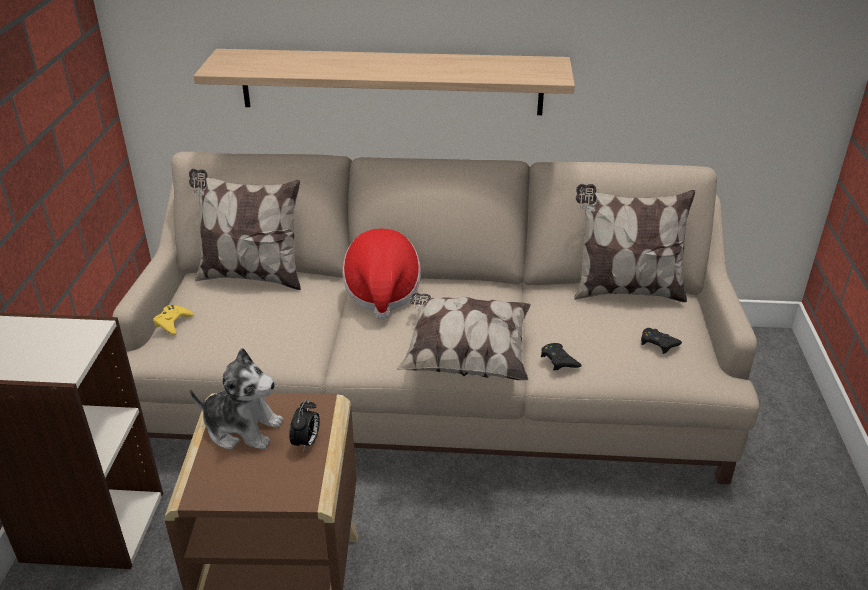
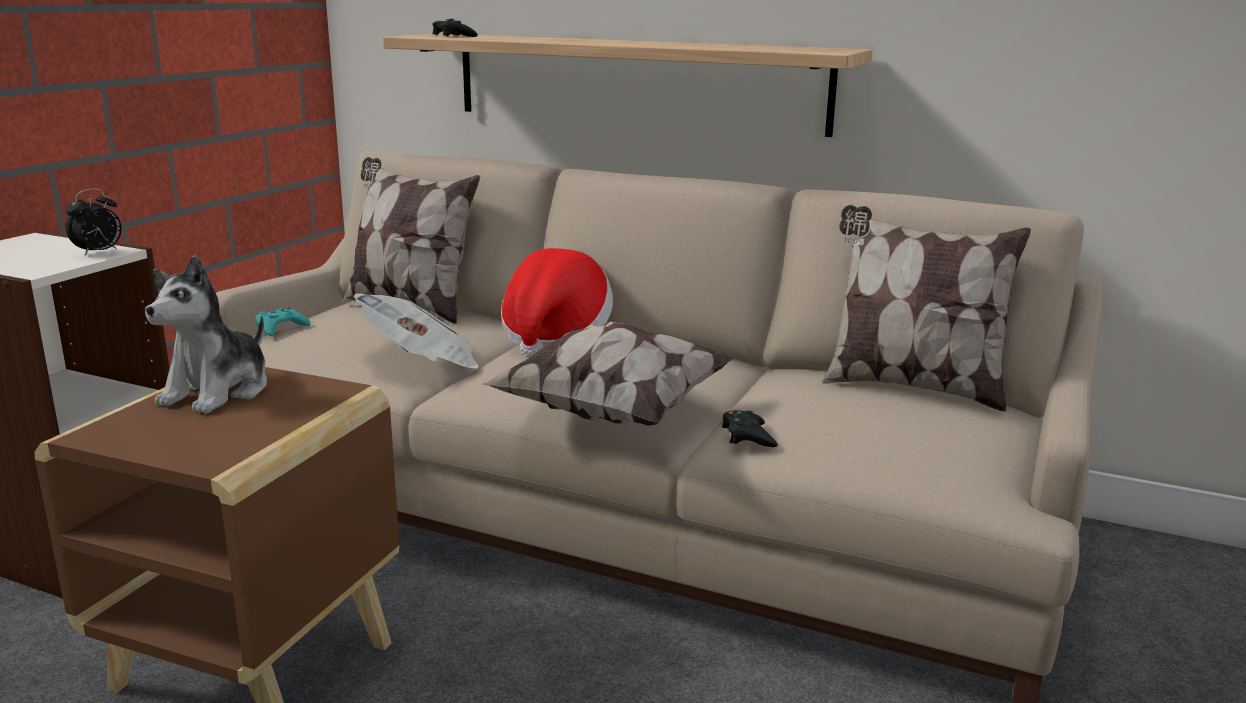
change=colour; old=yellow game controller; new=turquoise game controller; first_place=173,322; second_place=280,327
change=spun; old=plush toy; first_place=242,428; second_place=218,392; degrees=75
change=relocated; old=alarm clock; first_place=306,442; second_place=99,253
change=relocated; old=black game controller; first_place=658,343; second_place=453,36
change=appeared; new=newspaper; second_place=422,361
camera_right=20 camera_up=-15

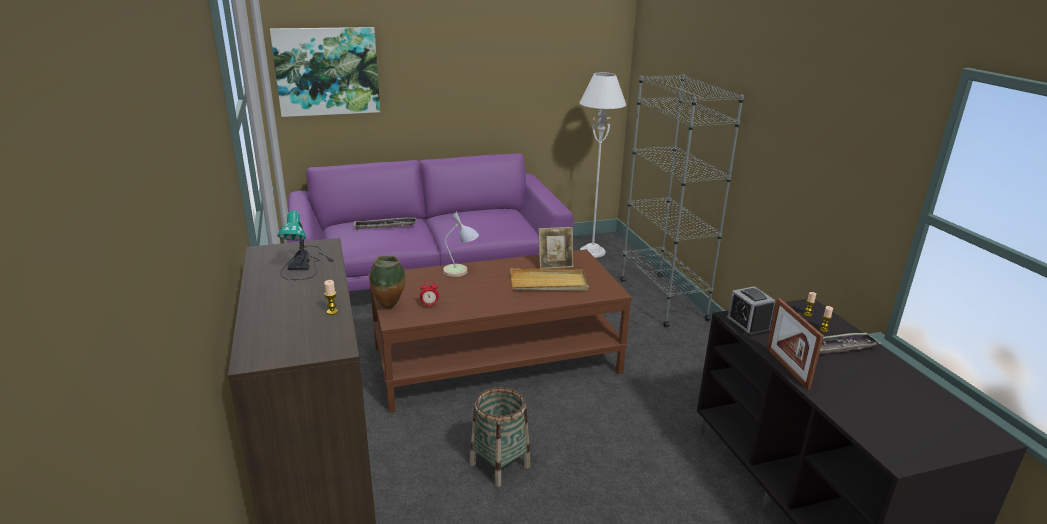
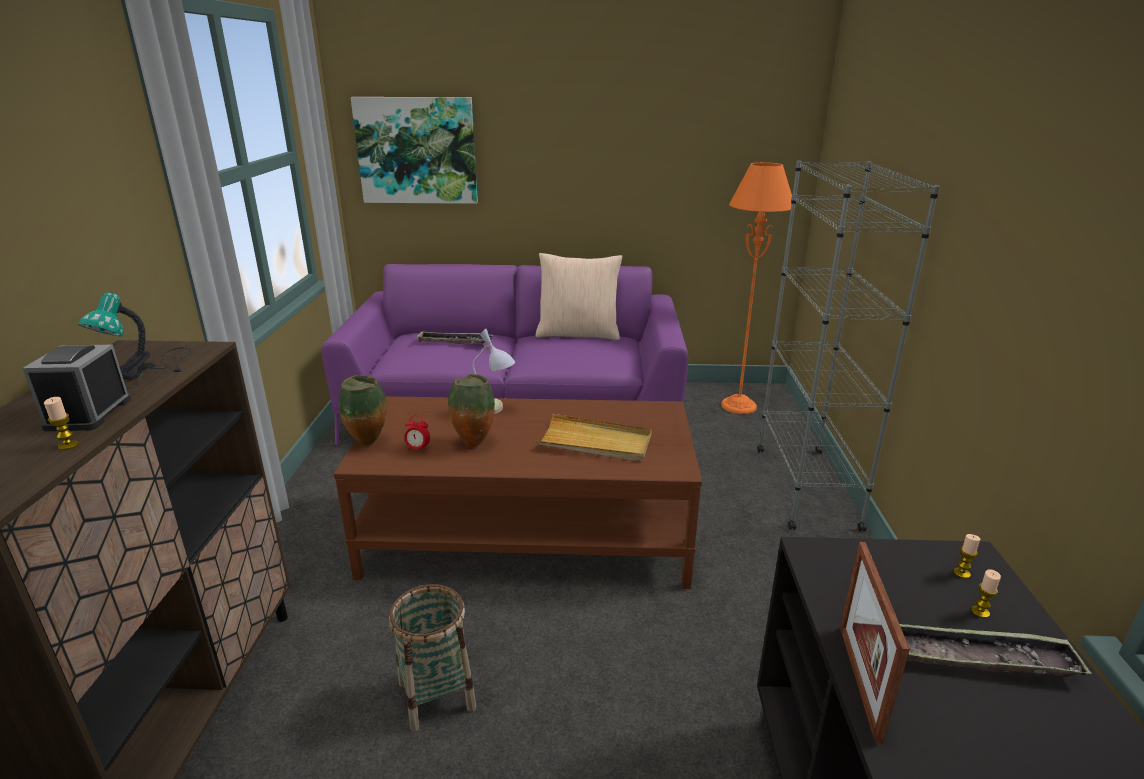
change=missing; old=picture frame; first_place=555,265
change=colour; old=grey floor lamp; new=orange floor lamp; first_place=592,252; second_place=738,406
change=relocated; old=alarm clock; first_place=747,325; second_place=89,413
change=appeared; new=vase; second_place=473,443
change=appeared; new=beige pillow; second_place=578,334
camera_right=20 camera_up=0

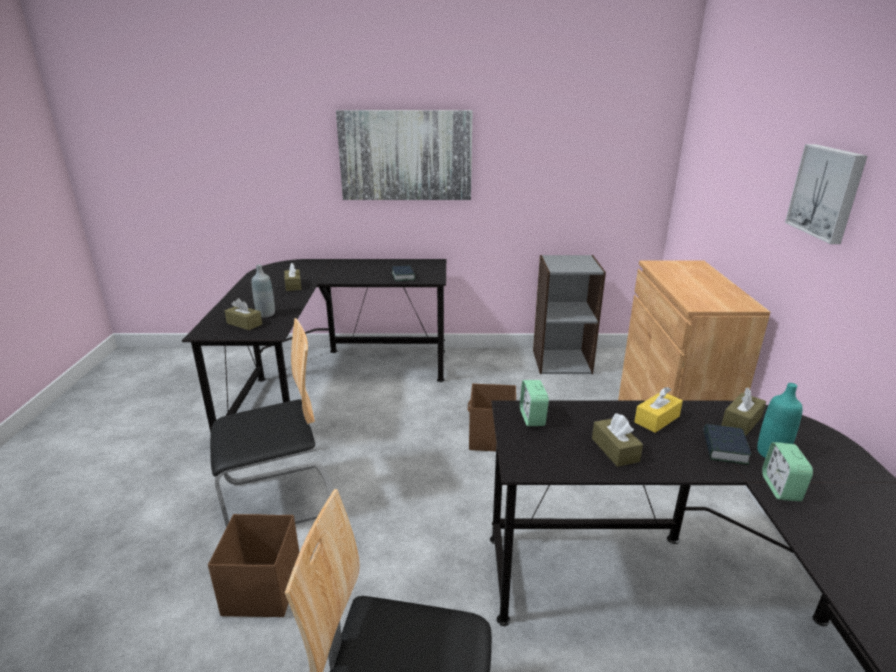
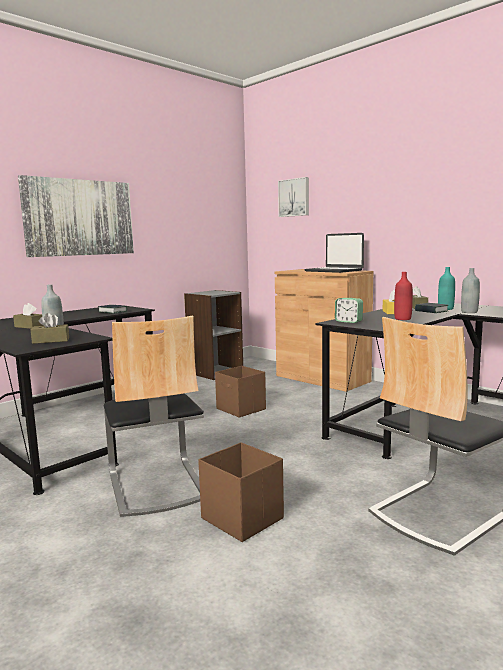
change=spun; old=chair; first_place=279,498; second_place=156,485; degrees=135
change=exchanged; old=brown tissue box; new=red bottle; first_place=615,450; second_place=402,319
change=exchanged; old=alarm clock; new=grey bottle; first_place=780,488; second_place=469,312
change=relocated; old=picture; first_place=827,192; second_place=294,197
change=appeared; new=laptop; second_place=334,271
camera_right=-45 camera_up=-15

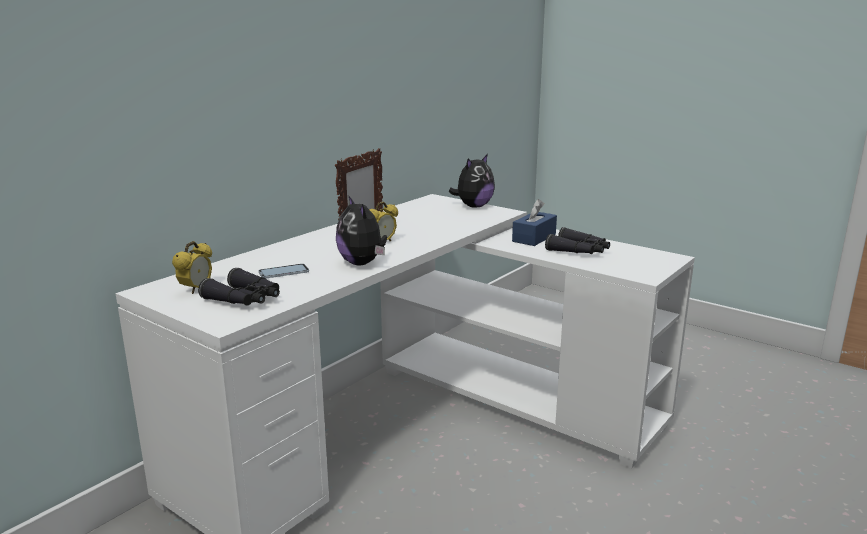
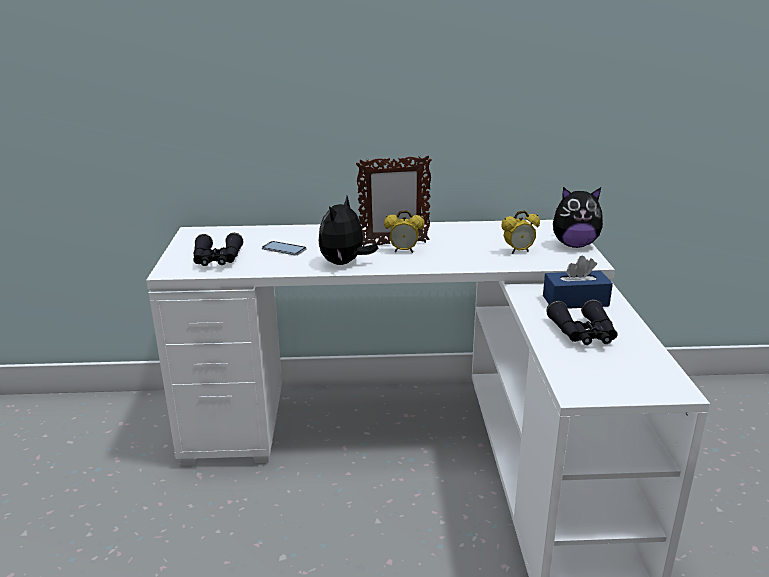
change=relocated; old=alarm clock; first_place=196,290; second_place=518,251
camera_right=50 camera_up=5

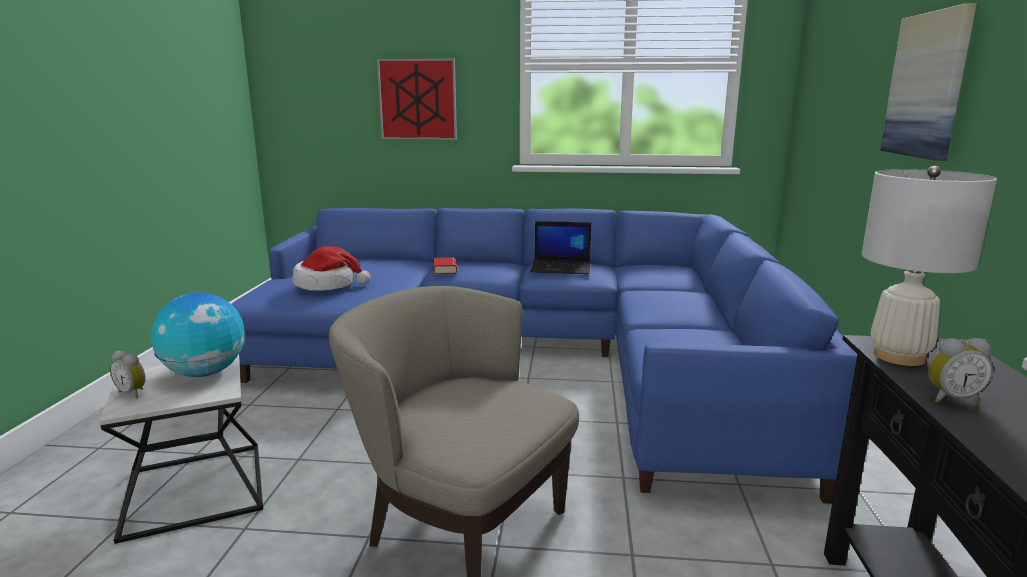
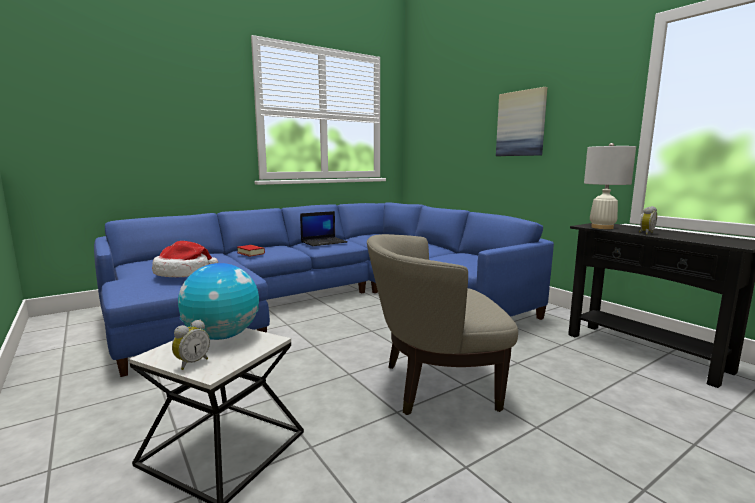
change=spun; old=alarm clock; first_place=133,393; second_place=191,363; degrees=-45
change=missing; old=picture; first_place=417,99
camera_right=-40 camera_up=-5

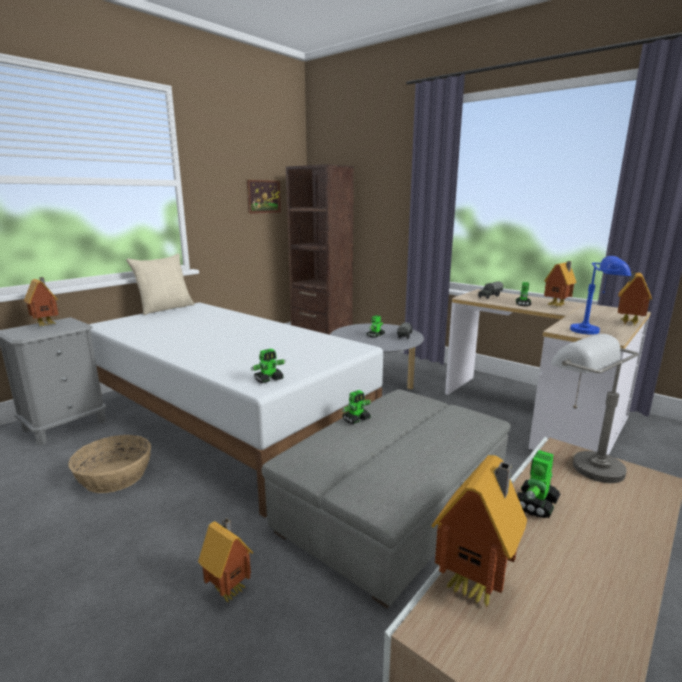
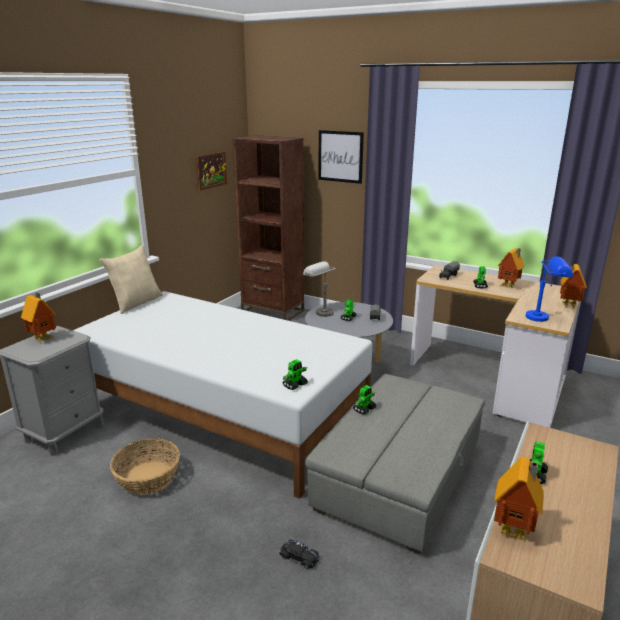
change=exchanged; old=toy house; new=black toy car; first_place=230,589; second_place=299,557
change=relocated; old=grey table lamp; first_place=580,462; second_place=319,311
change=appeared; new=picture; second_place=340,156
camera_right=-10 camera_up=5

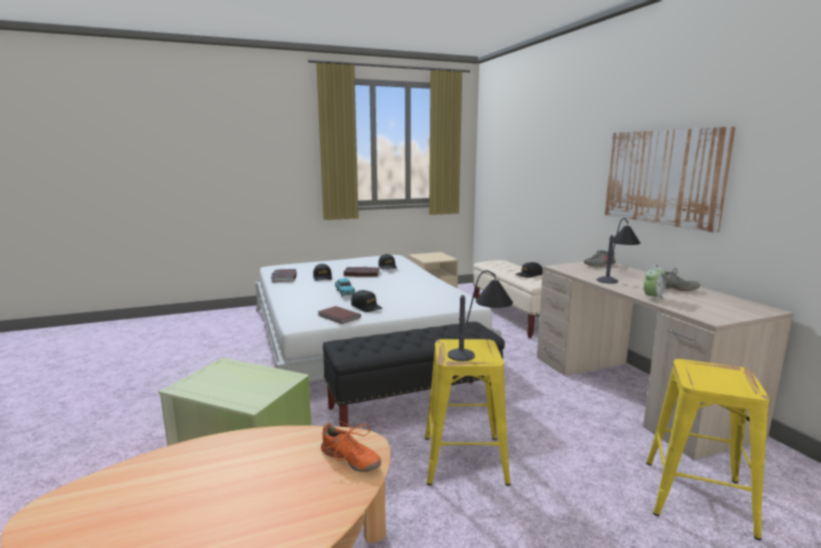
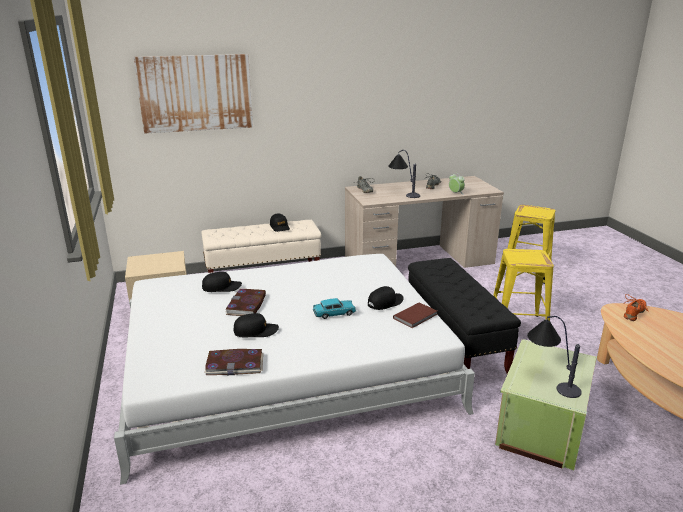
change=relocated; old=table lamp; first_place=480,348; second_place=549,378
change=relocated; old=picture; first_place=662,177; second_place=196,93
camera_right=-85 camera_up=10

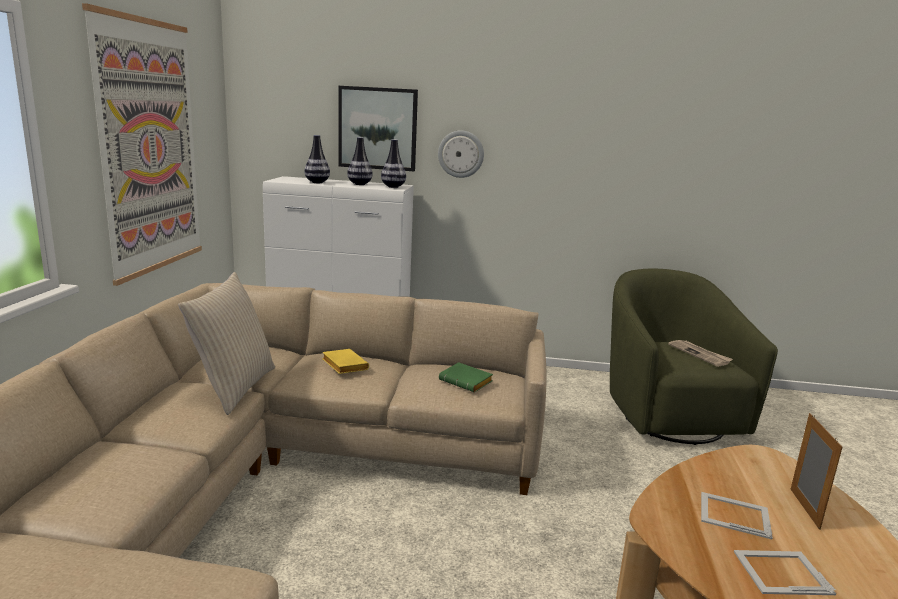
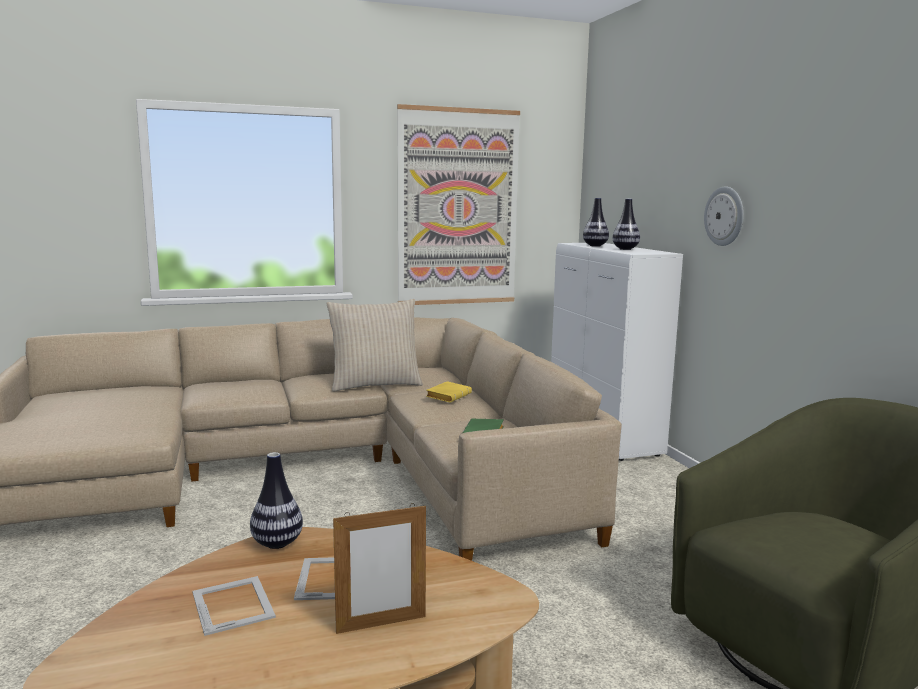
change=missing; old=picture; first_place=378,128
change=relocated; old=vase; first_place=393,187; second_place=277,543
change=missing; old=newspaper; first_place=699,354
camera_right=65 camera_up=-5

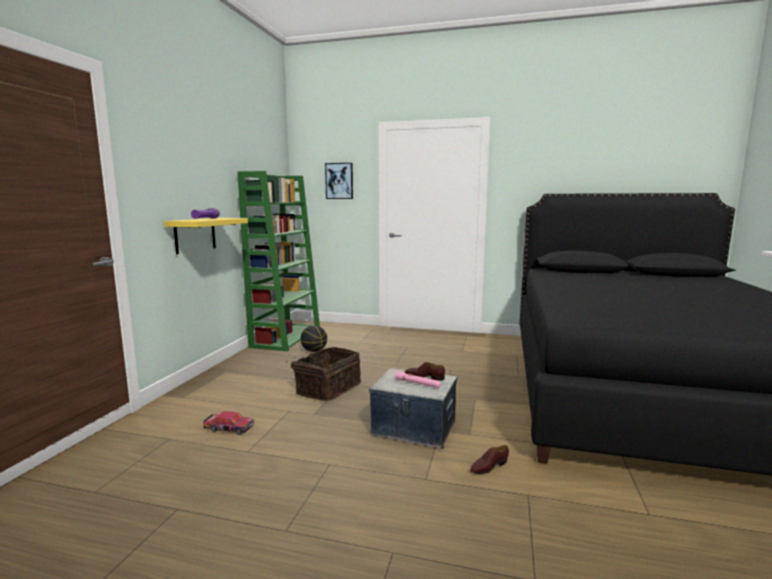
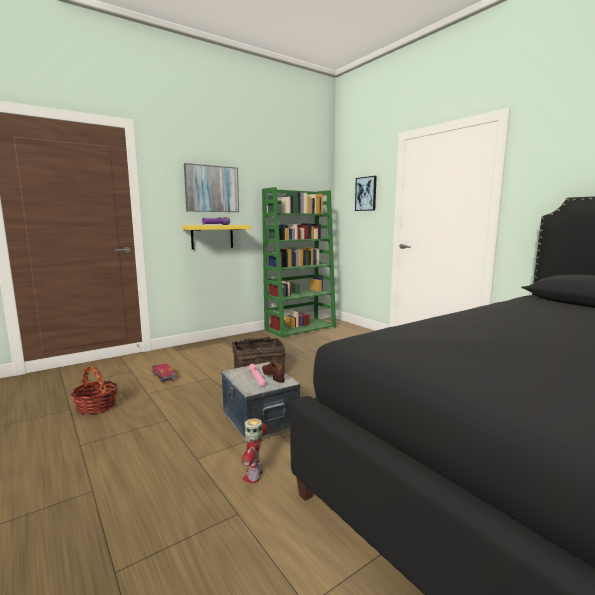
change=missing; old=basketball; first_place=314,351
change=exchanged; old=brown shoe; new=toy robot; first_place=488,466; second_place=254,475
change=appeared; new=basket; second_place=96,407
change=appeared; new=picture; second_place=212,189
camera_right=40 camera_up=0

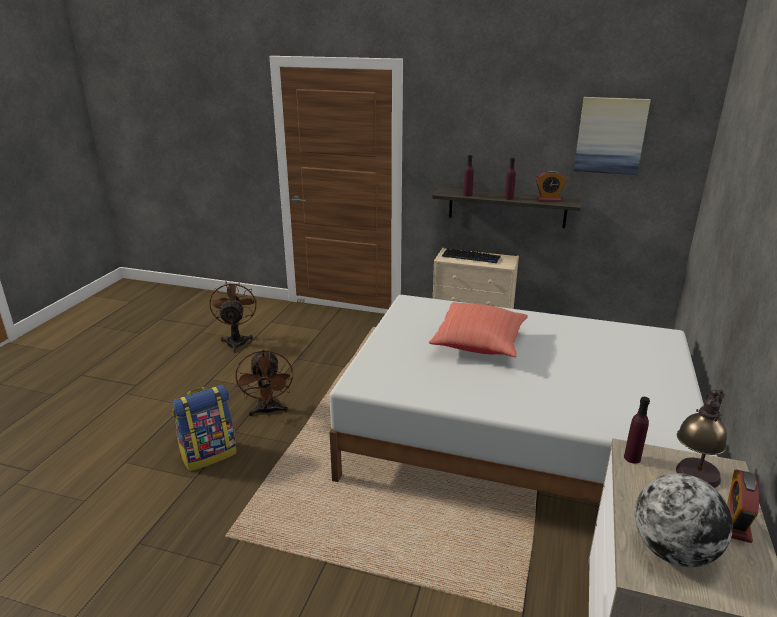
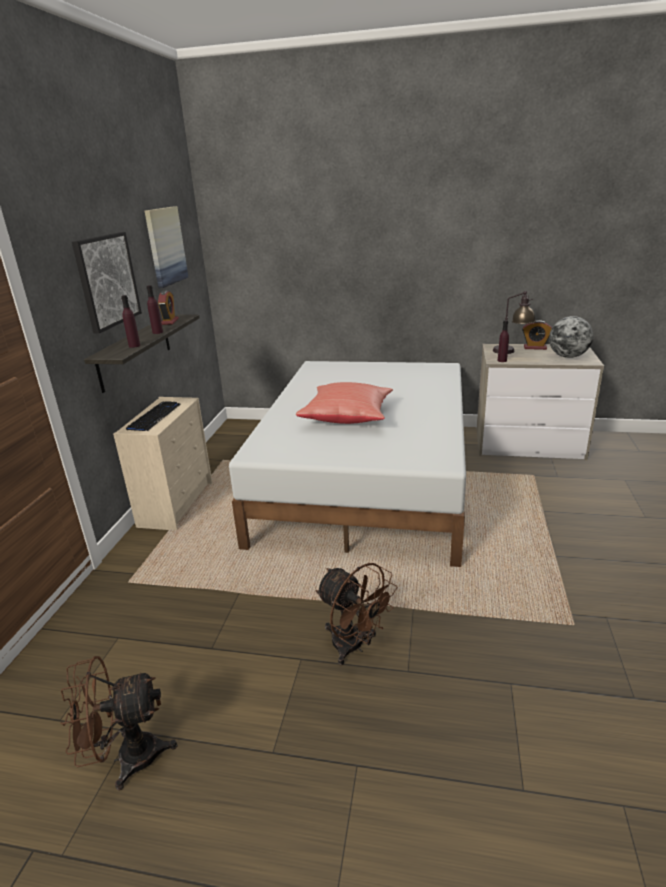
change=missing; old=backpack; first_place=209,454
change=spun; old=brown fan; first_place=268,411; second_place=354,647; degrees=60
change=appeared; new=picture; second_place=107,281
camera_right=-95 camera_up=0

